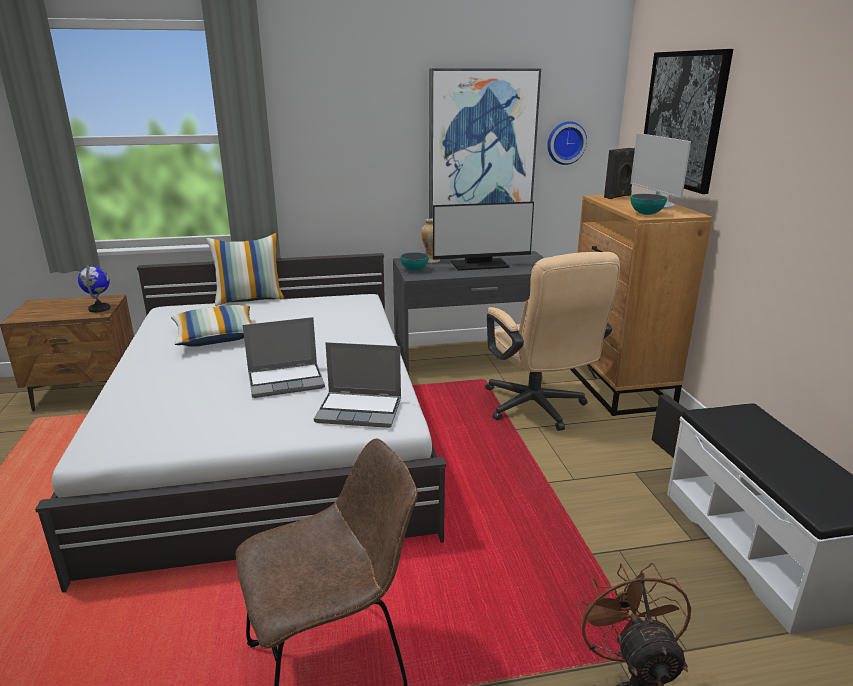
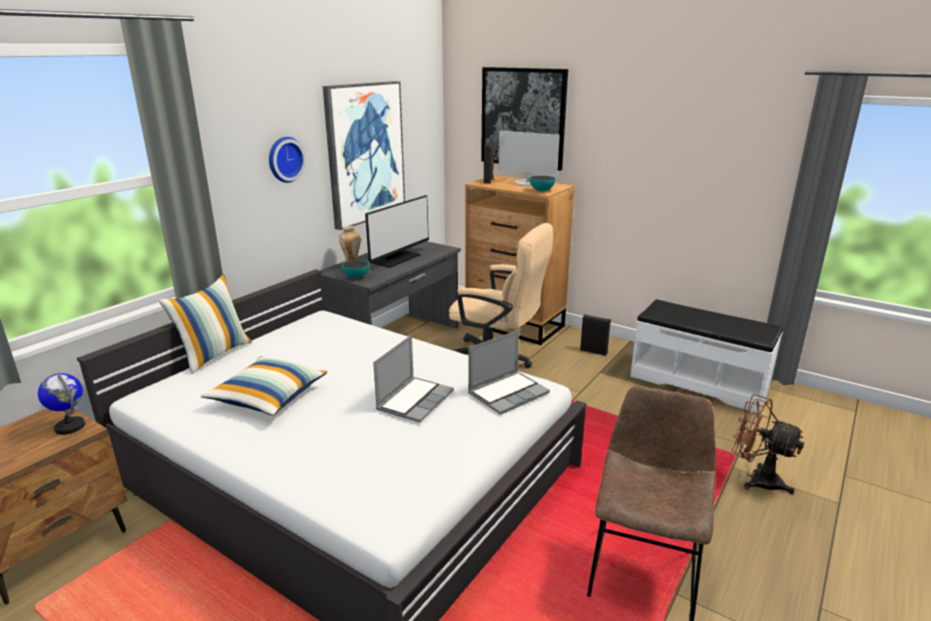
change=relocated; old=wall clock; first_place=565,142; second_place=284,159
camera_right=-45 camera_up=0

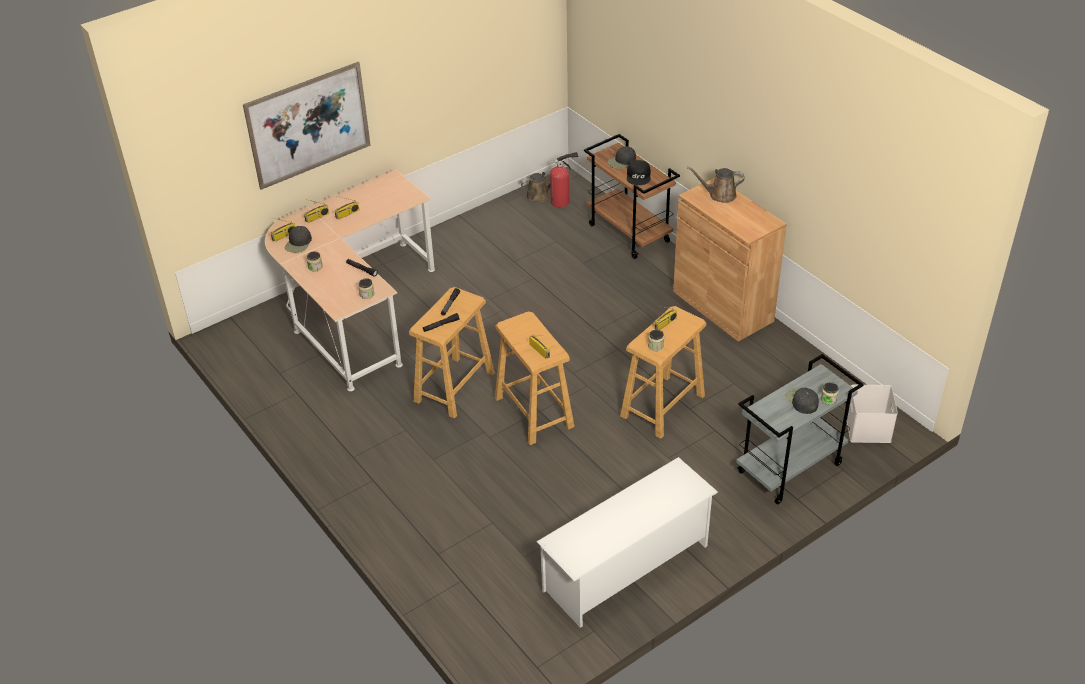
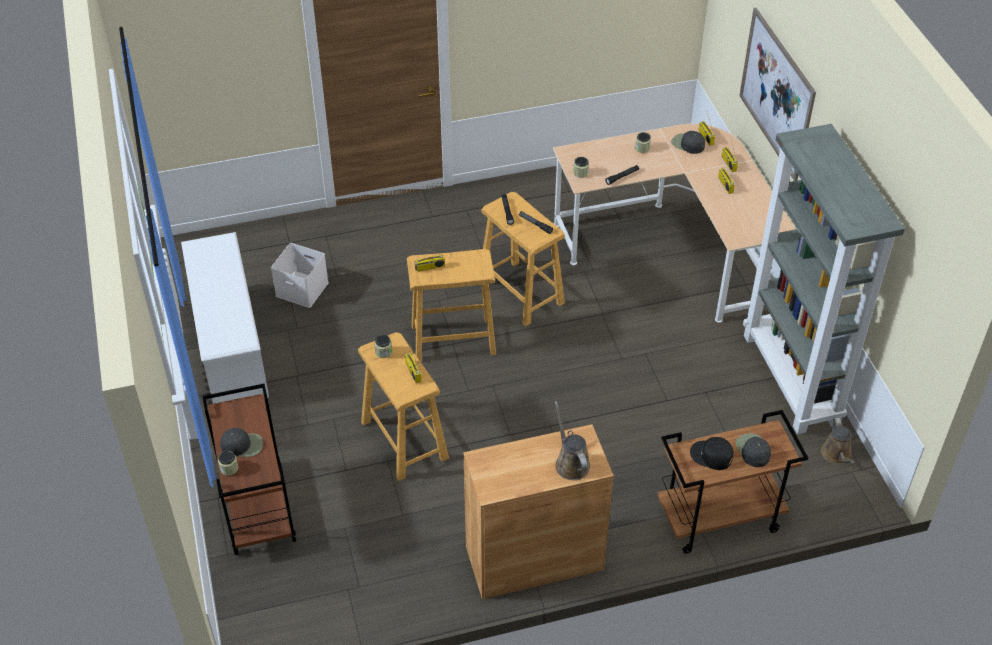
change=missing; old=fire extinguisher; first_place=562,201
change=spun; old=brown watering can; first_place=719,195; second_place=571,463; degrees=-45
change=colour; old=grey cart; new=brown cart; first_place=789,469; second_place=257,509
change=relocated; old=white storage box; first_place=869,428; second_place=300,289
change=appeared; new=grey bookcase; second_place=792,379
camera_right=110 camera_up=5

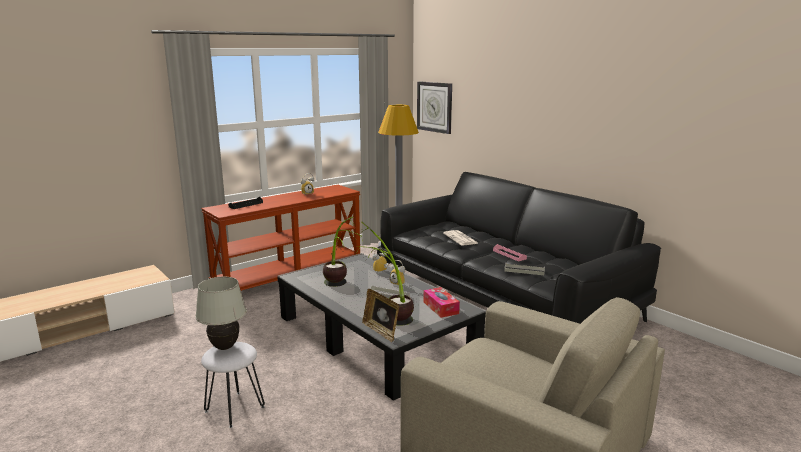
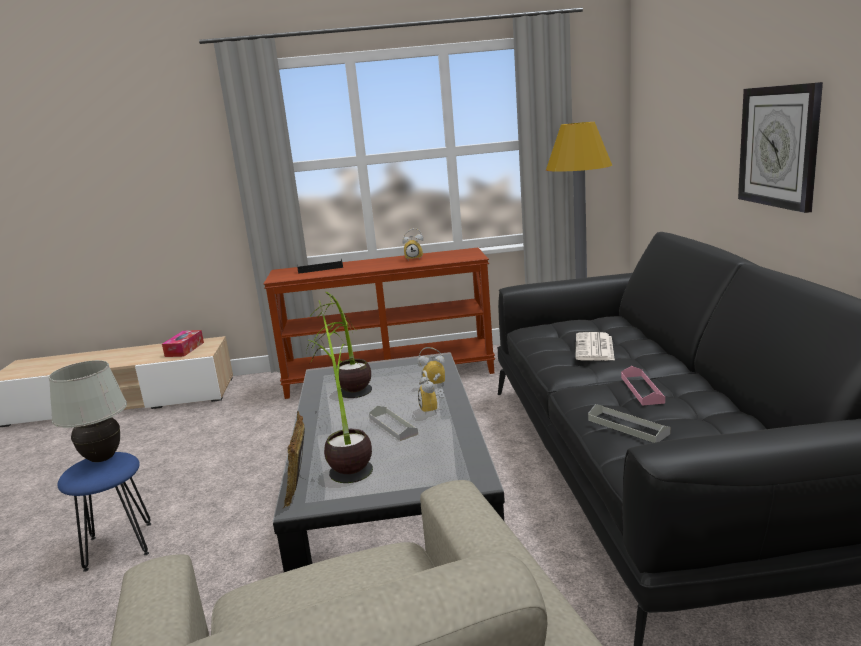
change=colour; old=white stool; new=blue stool; first_place=234,409; second_place=119,545
change=relocated; old=wall clock; first_place=434,107; second_place=779,146
change=relocated; old=tissue box; first_place=440,307; second_place=184,349
camera_right=35 camera_up=0

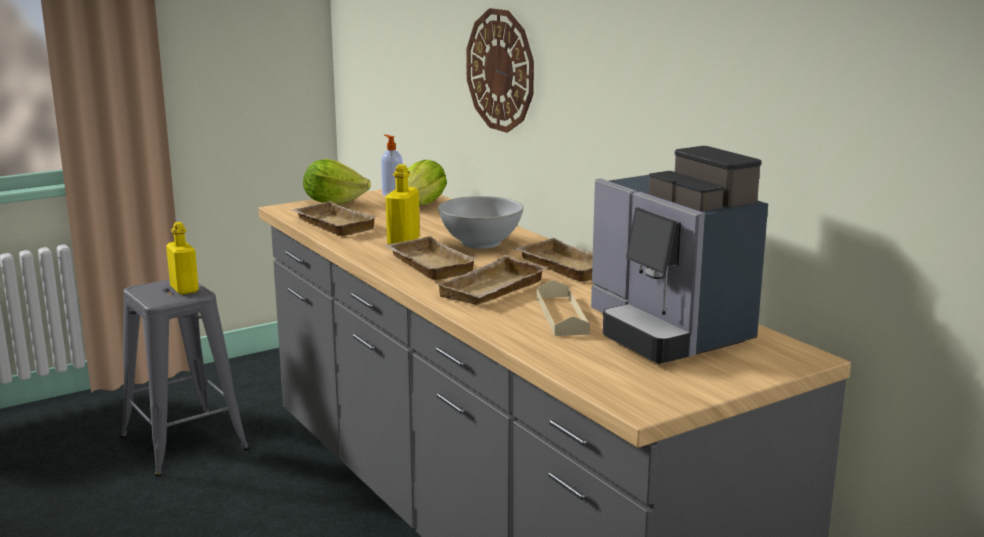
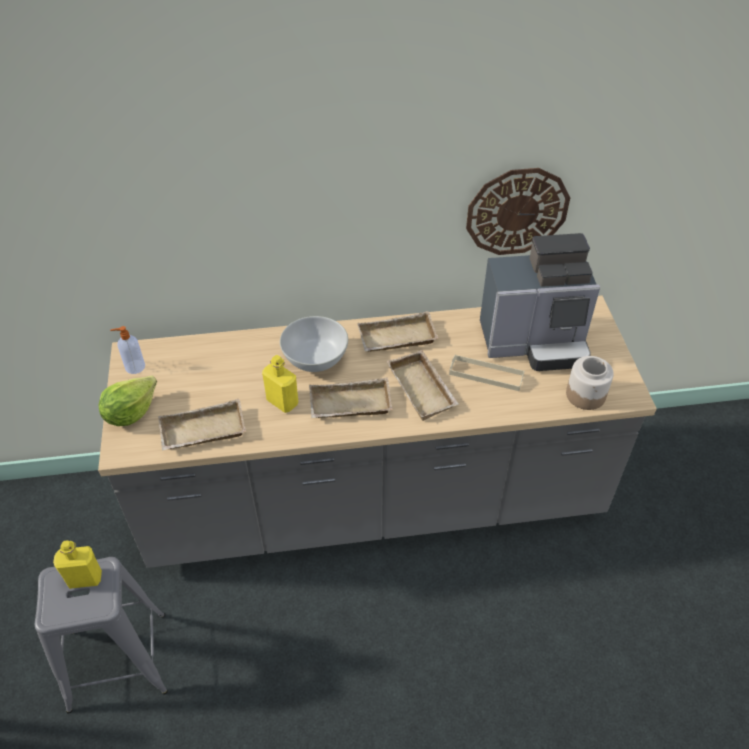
change=missing; old=lettuce; first_place=422,205
change=relocated; old=wall clock; first_place=501,70; second_place=517,211
change=appeared; new=jar; second_place=586,395
camera_right=-65 camera_up=30

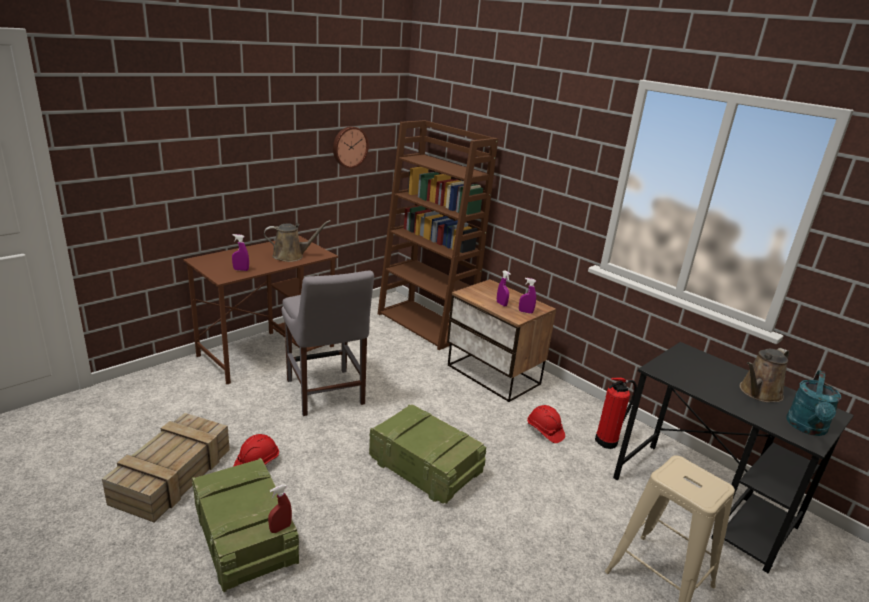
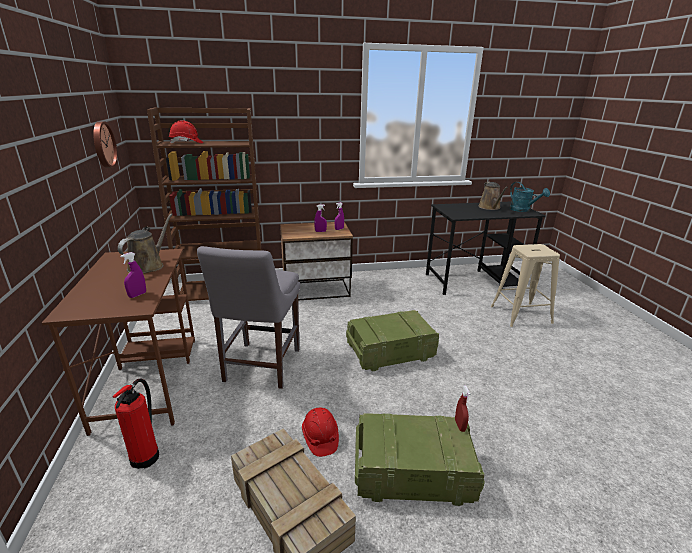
change=spun; old=grey chair; first_place=326,394; second_place=260,367; degrees=90
change=relocated; old=red hard hat; first_place=544,431; second_place=186,143
change=relocated; old=fire extinguisher; first_place=608,441; second_place=147,455
camera_right=-55 camera_up=0

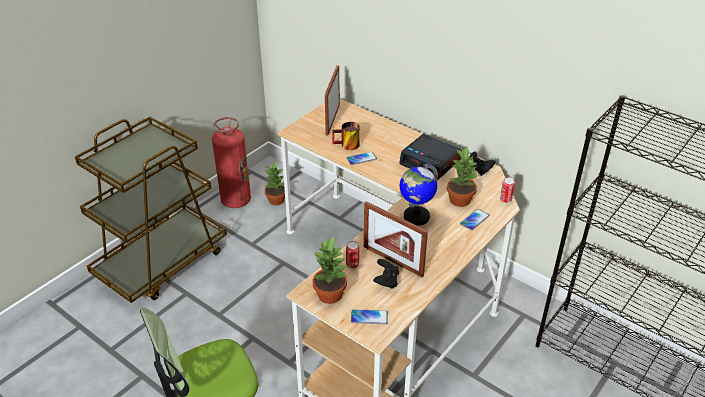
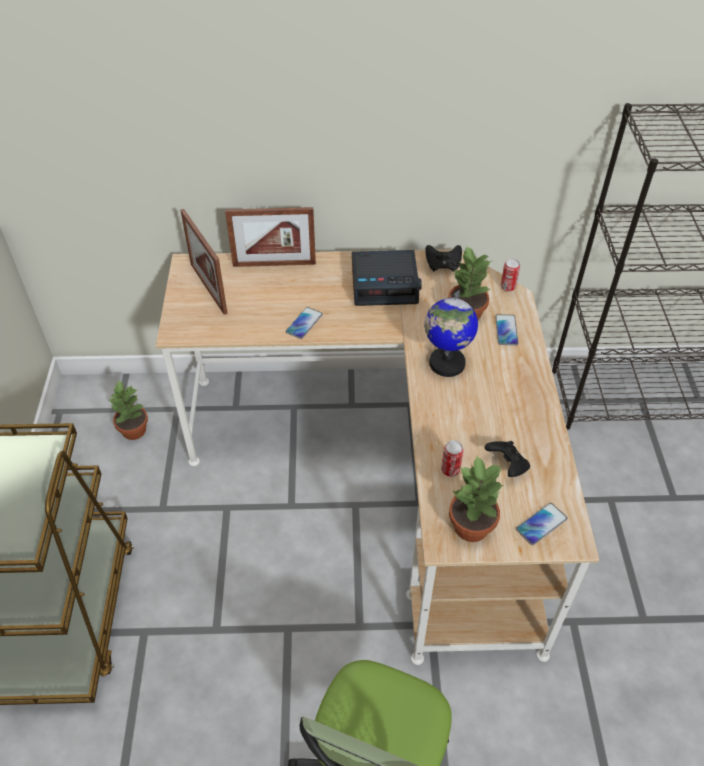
change=missing; old=fire extinguisher; first_place=236,200
change=missing; old=mug; first_place=347,146
change=relocated; old=picture frame; first_place=393,261; second_place=274,264
camera_right=-40 camera_up=10

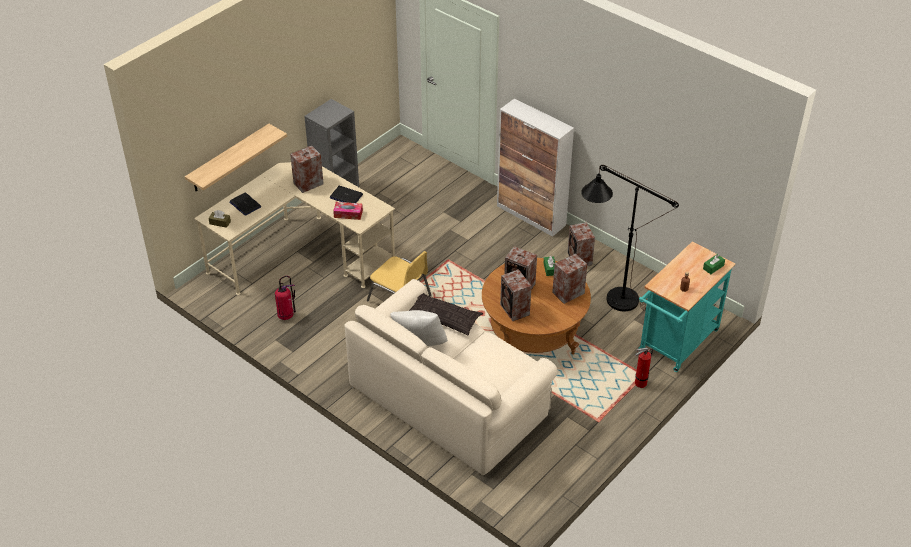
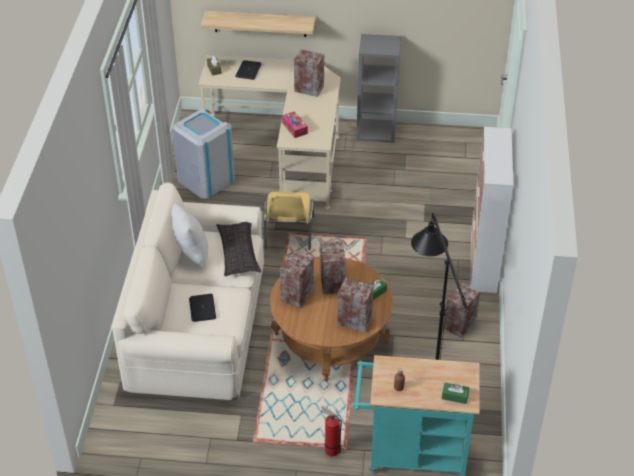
change=exchanged; old=fire extinguisher; new=grey trash can; first_place=286,315; second_place=206,179
change=relocated; old=laptop; first_place=346,196; second_place=202,308
camera_right=55 camera_up=0

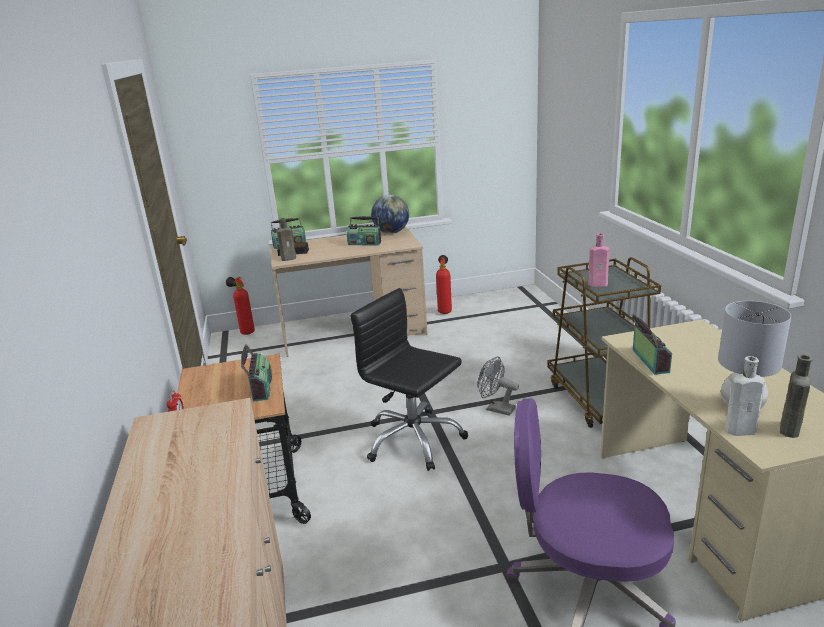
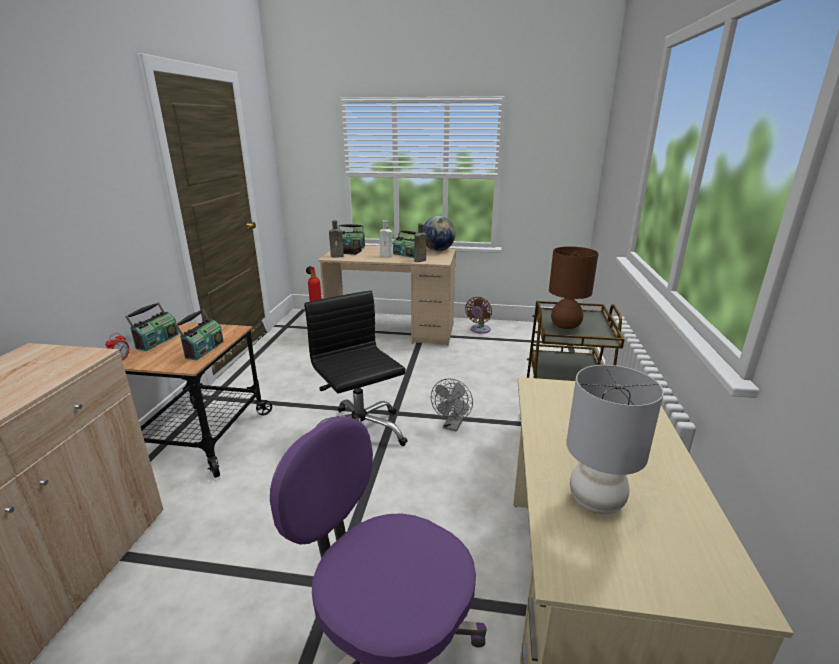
change=exchanged; old=fire extinguisher; new=brown fan; first_place=445,311; second_place=479,330
change=spun; old=grey fan; first_place=496,408; second_place=452,426; degrees=-120
change=exchanged; old=pink bottle; new=brown table lamp; first_place=599,284; second_place=565,326
change=relocated; old=radio; first_place=648,361; second_place=157,341
change=relocated; old=white bottle; first_place=742,430; second_place=387,256
change=relocated; old=brown bottle; first_place=789,430; second_place=419,261
camera_right=20 camera_up=0

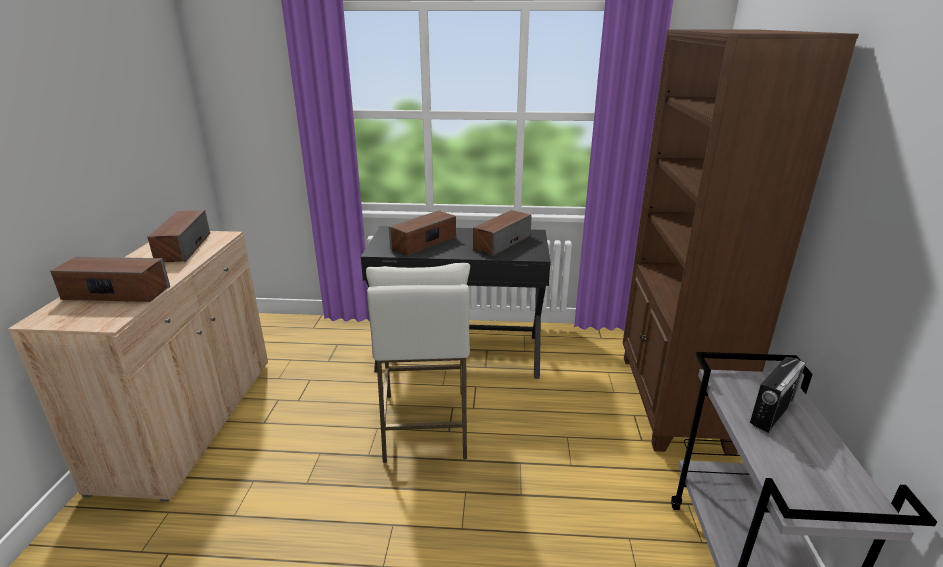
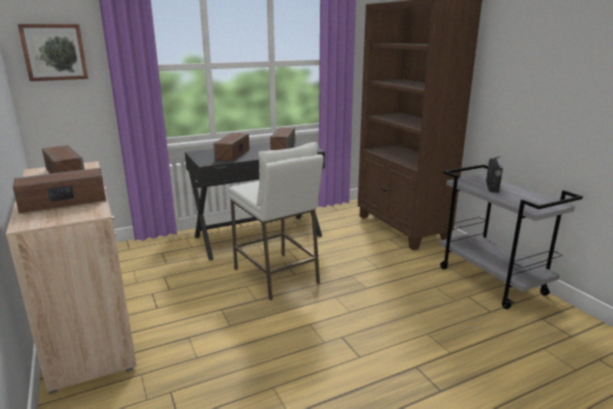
change=appeared; new=picture; second_place=54,52
camera_right=-30 camera_up=-5

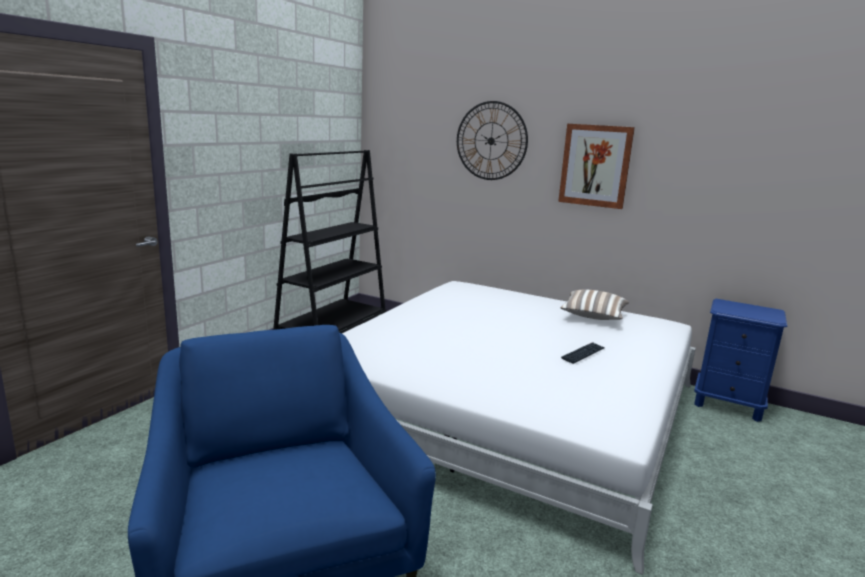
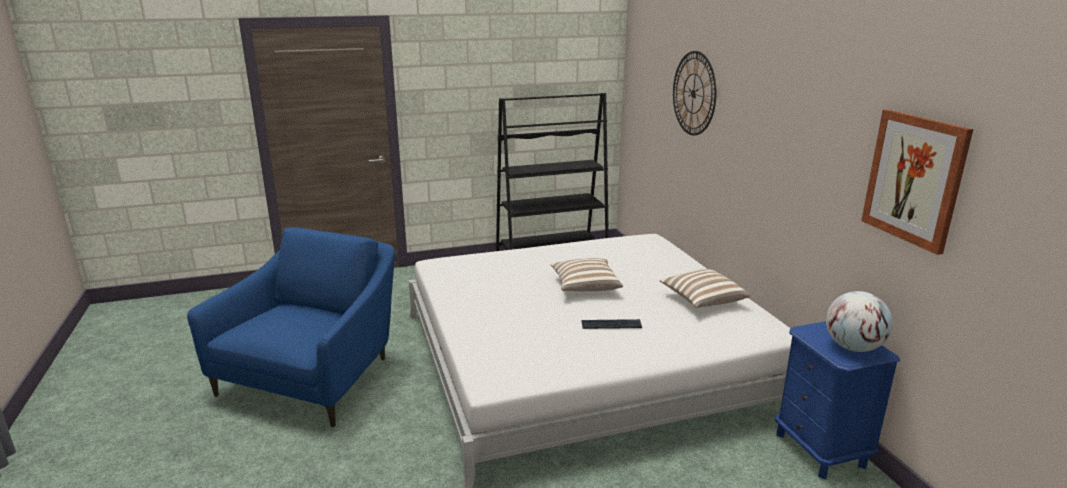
change=relocated; old=picture; first_place=595,165; second_place=914,179
change=appeared; new=pillow; second_place=585,286
change=appeared; new=globe; second_place=853,347
camera_right=45 camera_up=5

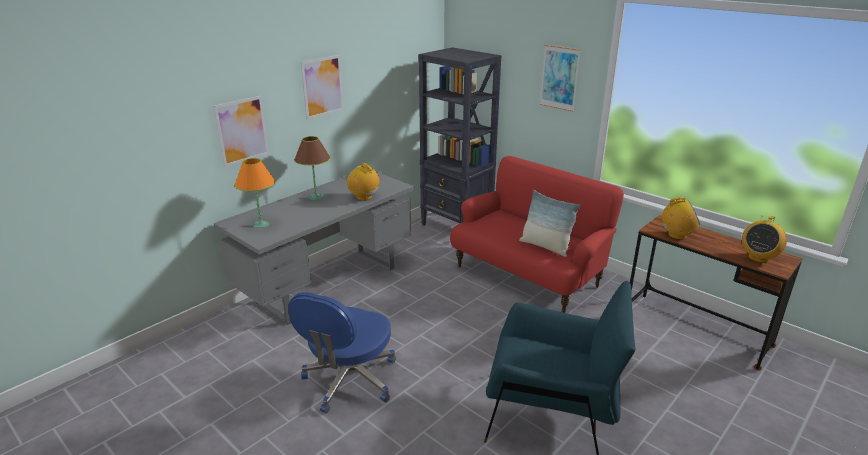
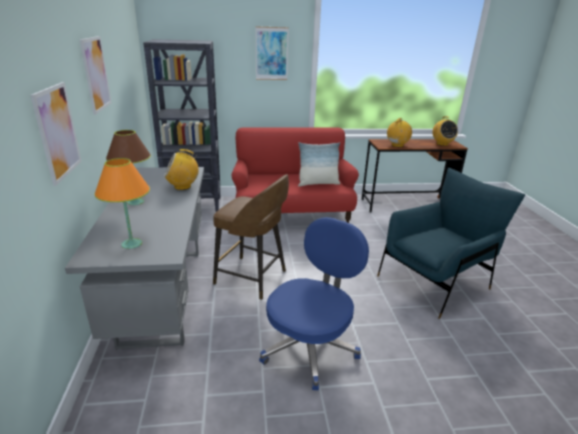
change=spun; old=blue office chair; first_place=349,381; second_place=310,346; degrees=-120
change=appeared; new=brown stool; second_place=252,278
camera_right=-50 camera_up=0

